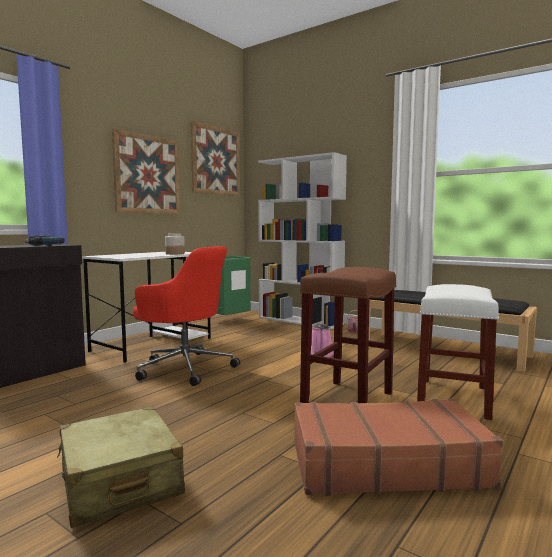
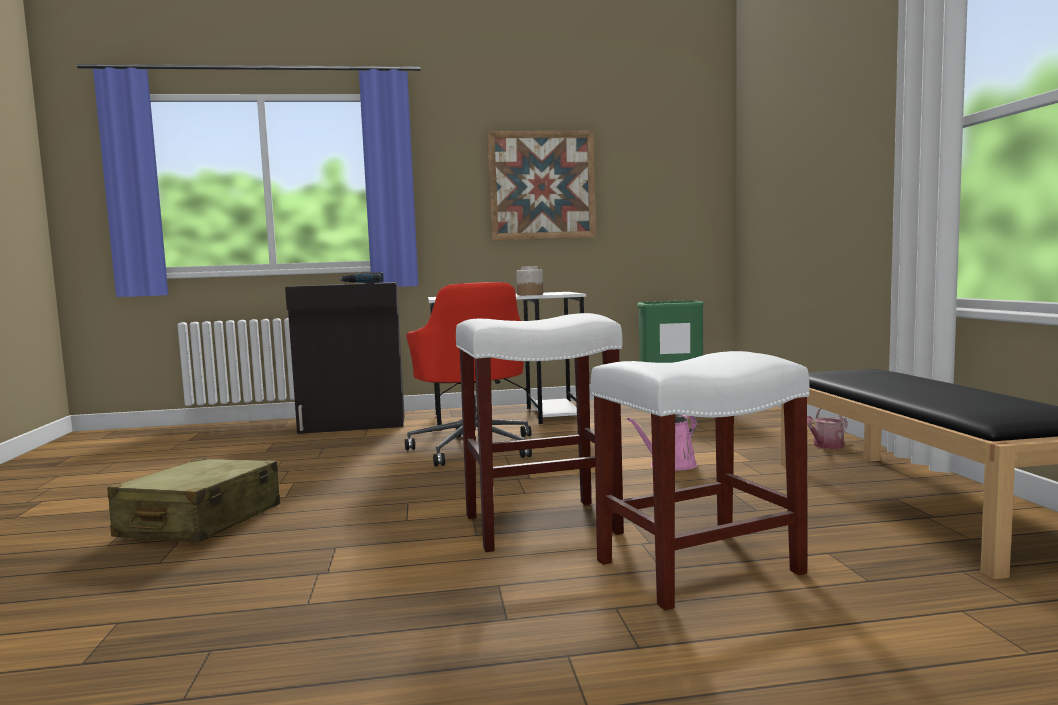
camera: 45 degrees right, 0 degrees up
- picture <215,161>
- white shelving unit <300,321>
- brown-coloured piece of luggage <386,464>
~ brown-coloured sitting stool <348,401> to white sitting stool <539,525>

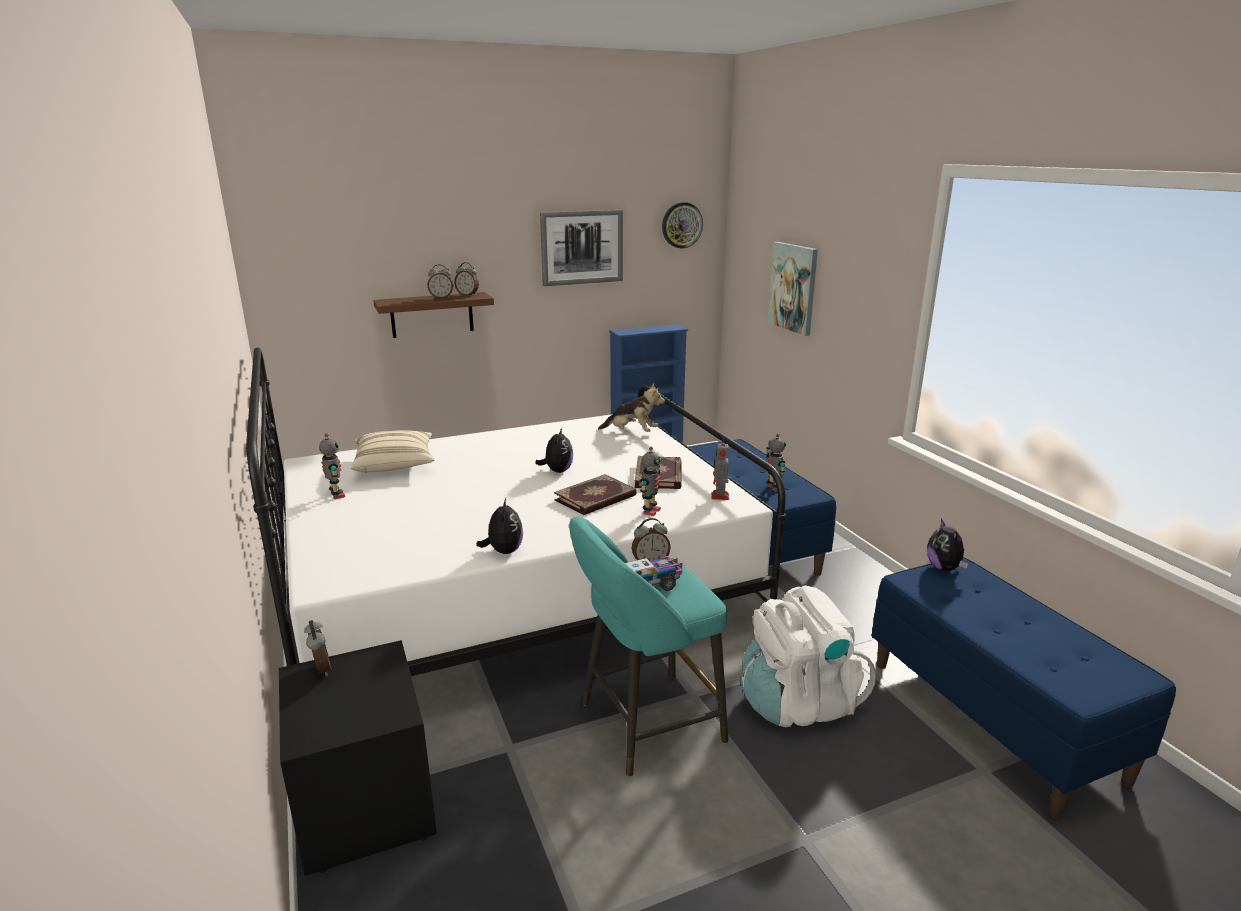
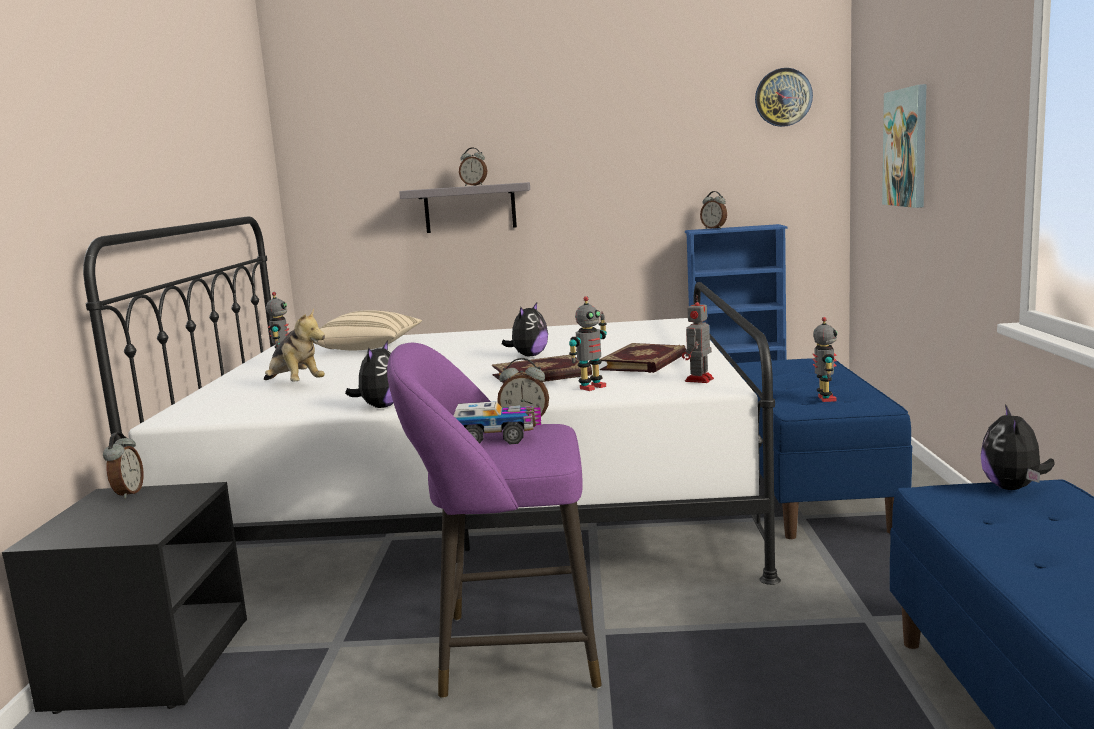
camera: 25 degrees right, 10 degrees down
~ brown-coloured bracket shelf <432,315> to grey bracket shelf <470,208>
~ table clock <467,295> to <714,228>
- picture <582,247>
~ turquoise sitting stool <644,725> to purplish sitting stool <508,651>
~ soft toy <632,432> to <295,385>
- white knapsack <798,703>

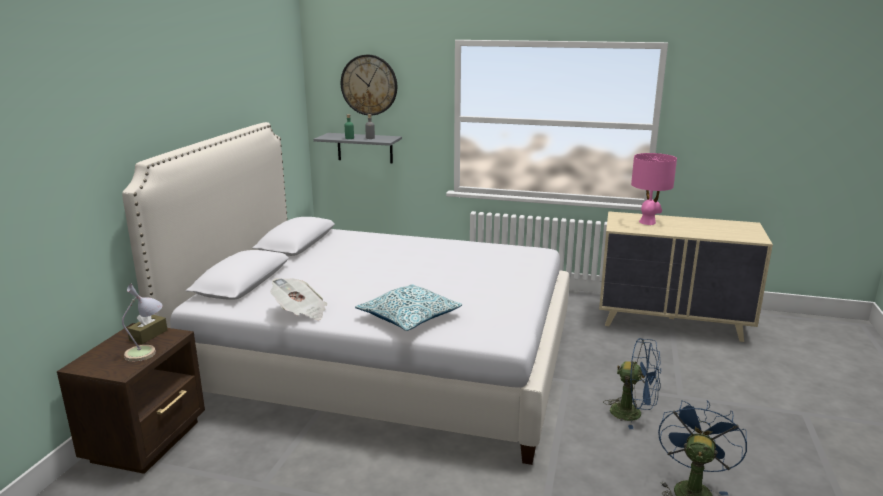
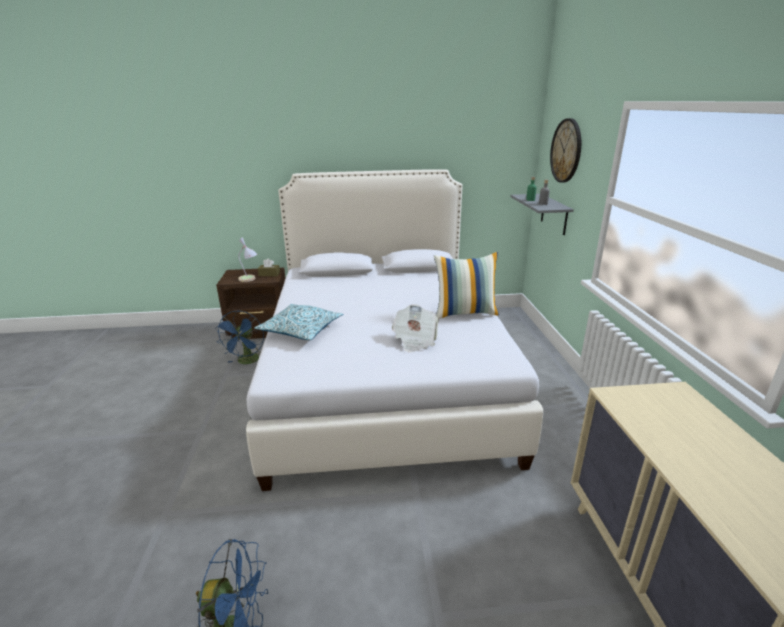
camera: 70 degrees right, 5 degrees up
~ daily paper <301,312> to <415,340>
~ blue-coloured fan <633,413> to <247,362>
- pink table lamp <648,222>
+ pillow <465,313>

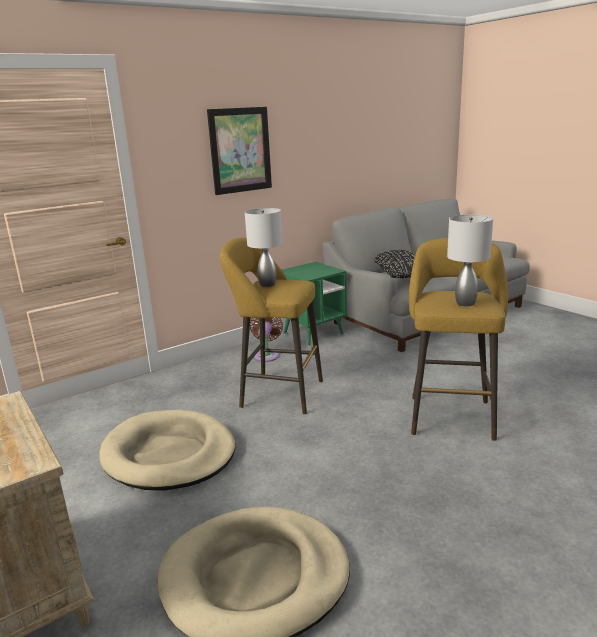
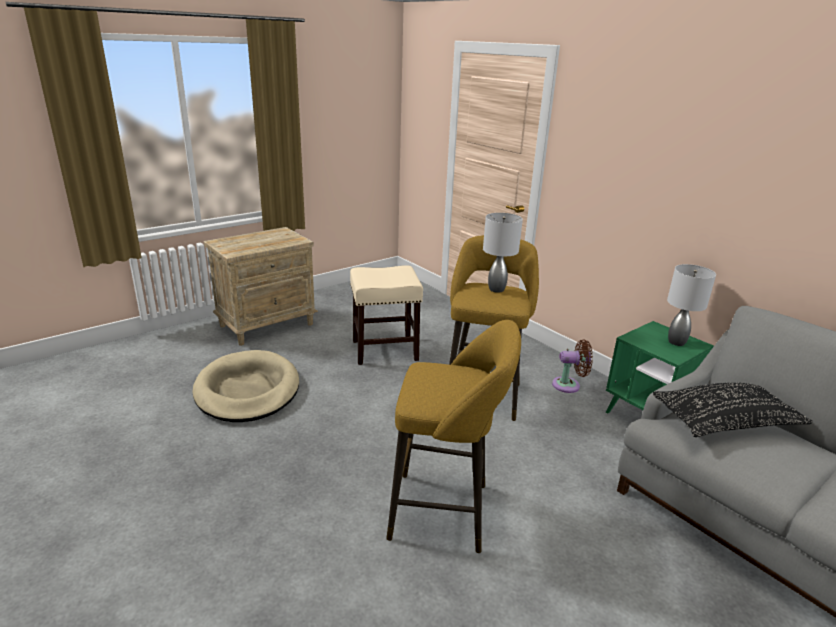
camera: 85 degrees right, 5 degrees up
~ sand-coloured dog bed <169,454> to sand-coloured sitting stool <384,350>
- picture <240,150>
~ grey table lamp <464,303> to <677,342>

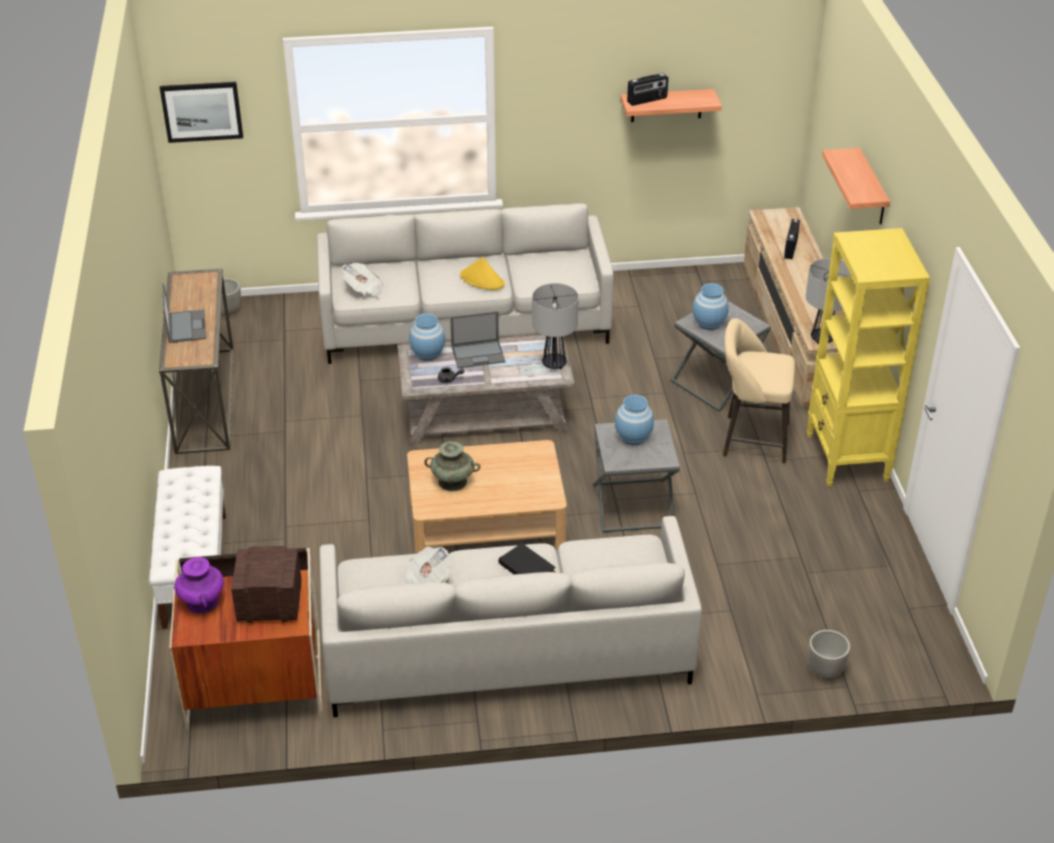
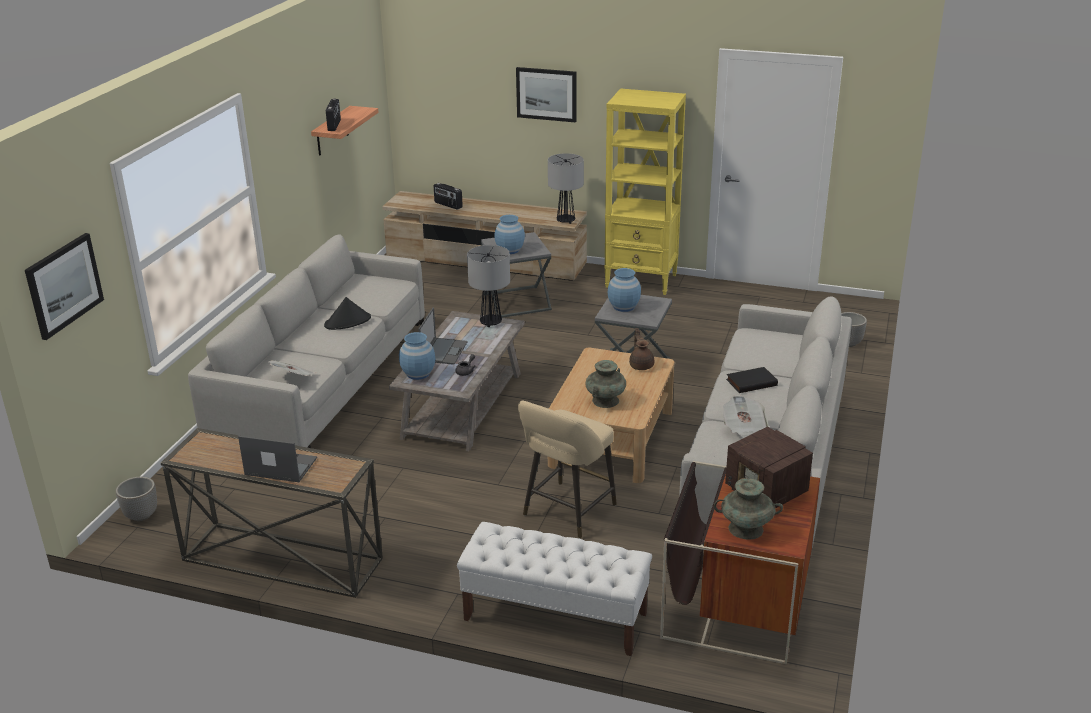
camera: 65 degrees left, 10 degrees down
~ purplish vase <202,602> to turquoise vase <746,529>
~ radio <268,603> = <766,491> 60 degrees counterclockwise
~ yellow-coloured hat <482,280> to black-coloured hat <348,322>
~ sand-coloured sitting stool <751,439> to <566,513>
~ bracket shelf <872,188> to picture <546,94>
+ brown-coloured pot for tea <641,365>

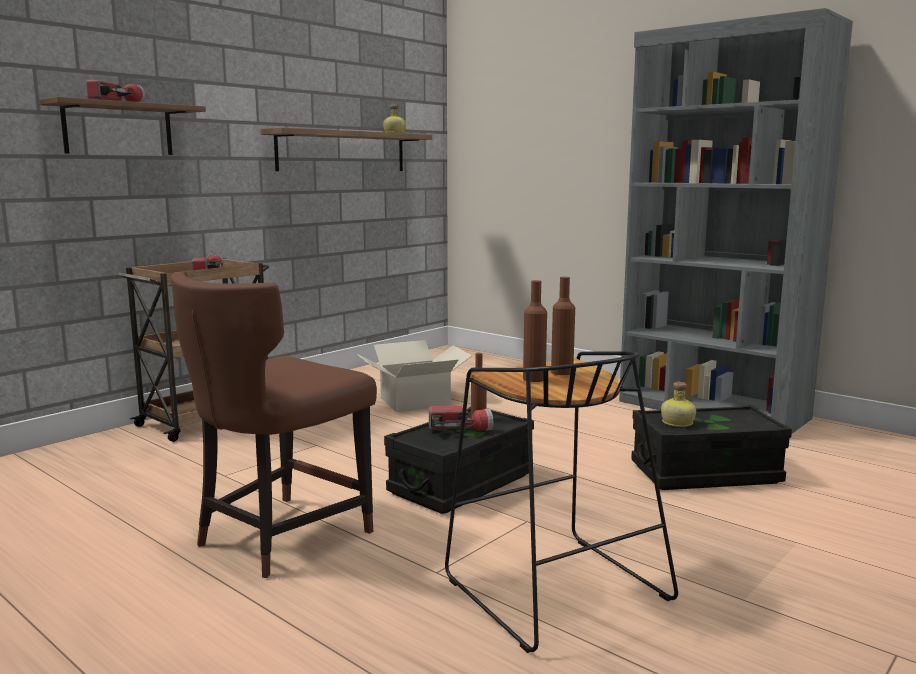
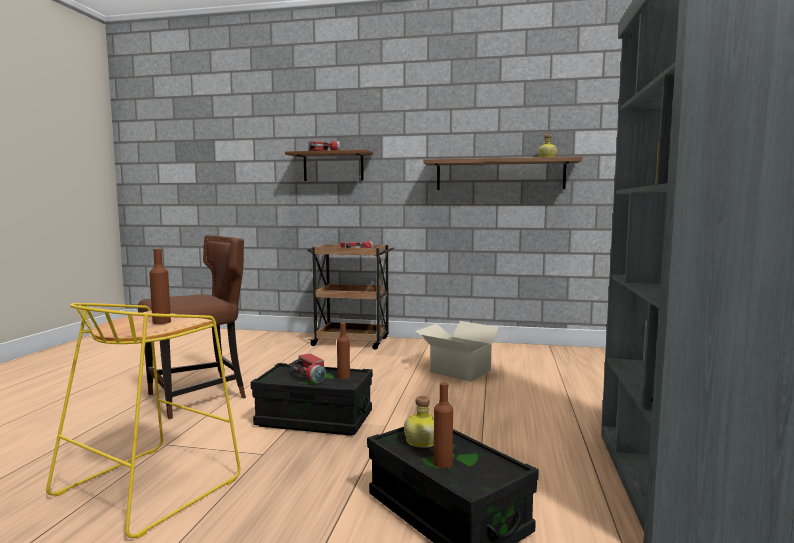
camera: 60 degrees right, 5 degrees down
~ brown-coloured upright chair <279,537> = <199,397> 135 degrees clockwise
~ black-coloured sitting stool <552,588> to yellow-coloured sitting stool <150,485>
~ brown-coloured beverage bottle <534,379> to <443,463>

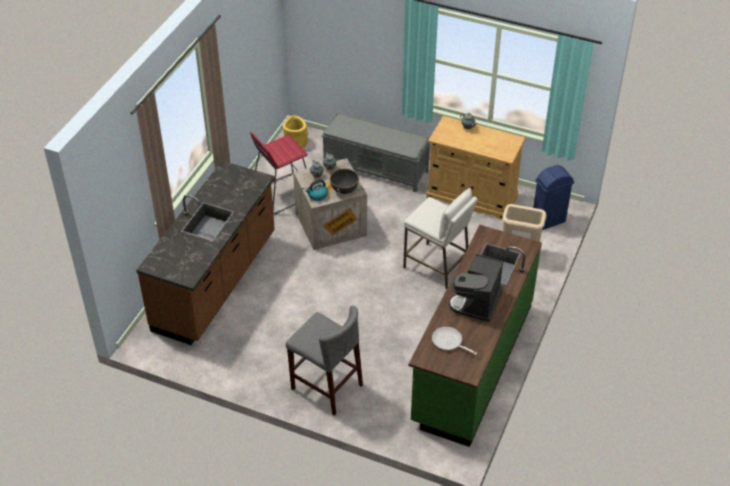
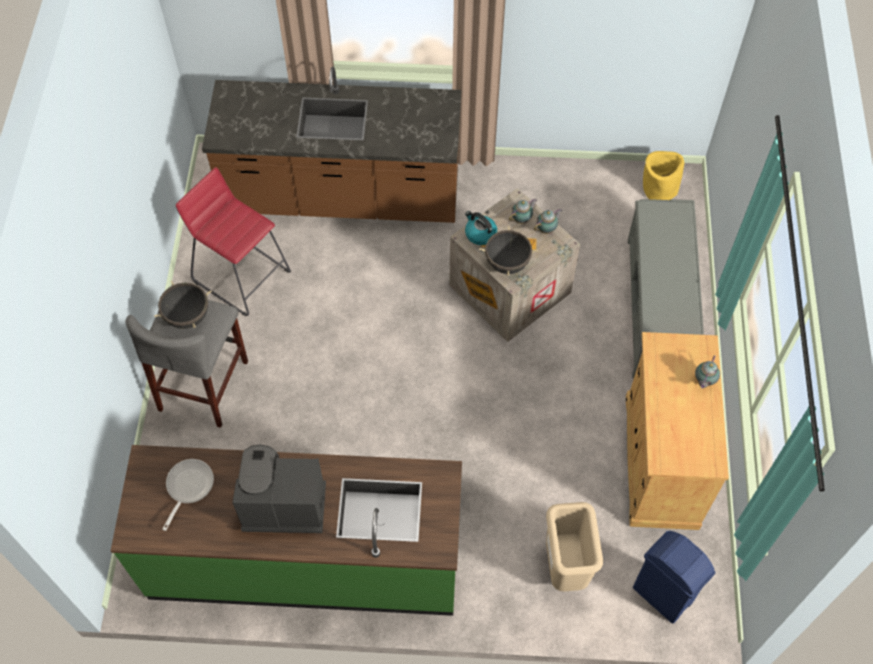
camera: 70 degrees right, 15 degrees up
~ reddish sitting stool <282,194> to <242,275>
- white sitting stool <437,266>
+ black-coloured saucepot <188,317>

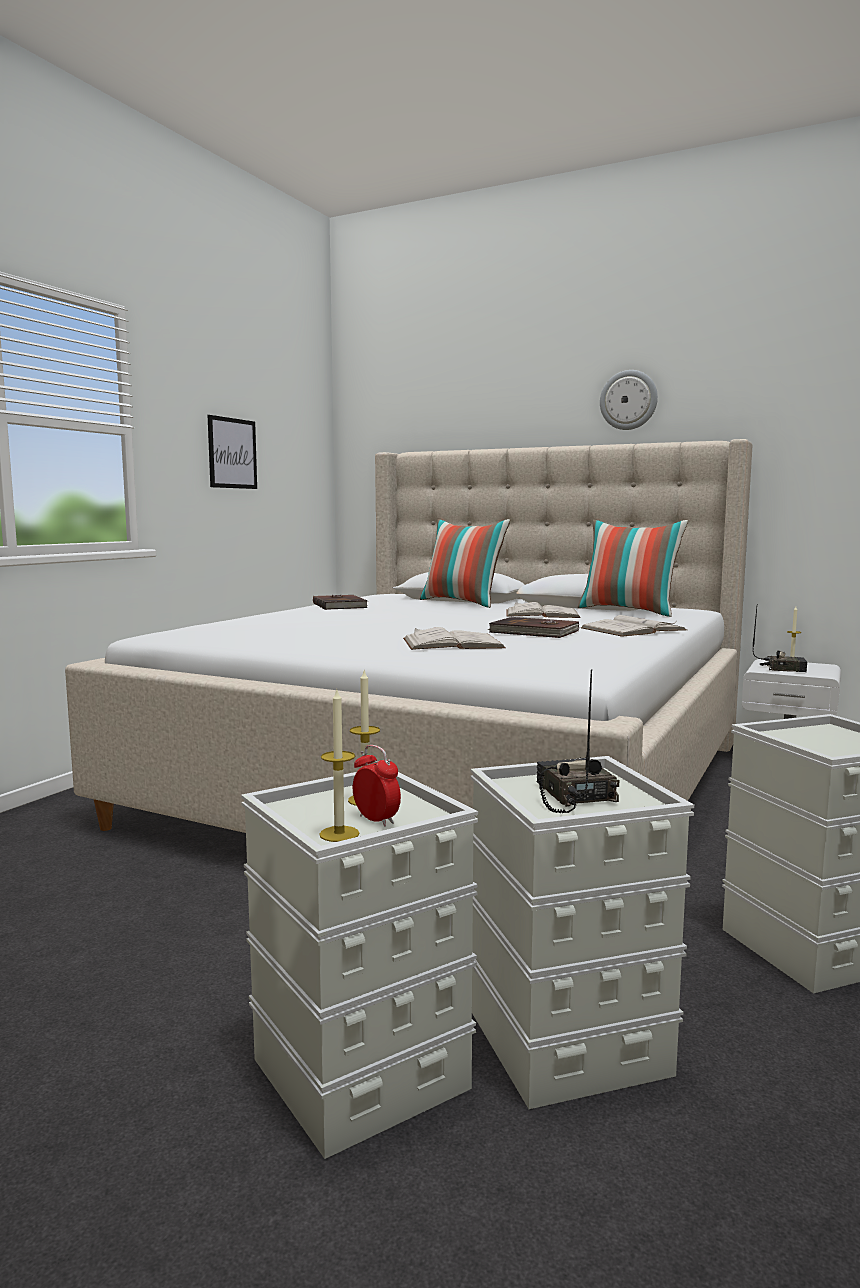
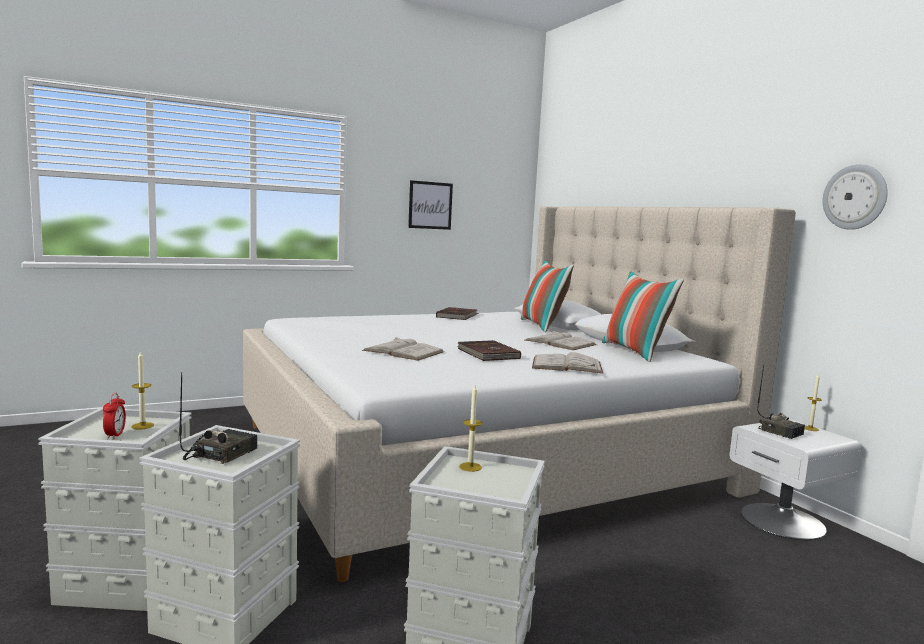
camera: 35 degrees right, 0 degrees up
~ wax candle <339,834> to <470,467>
~ hanging clock <628,400> to <855,197>

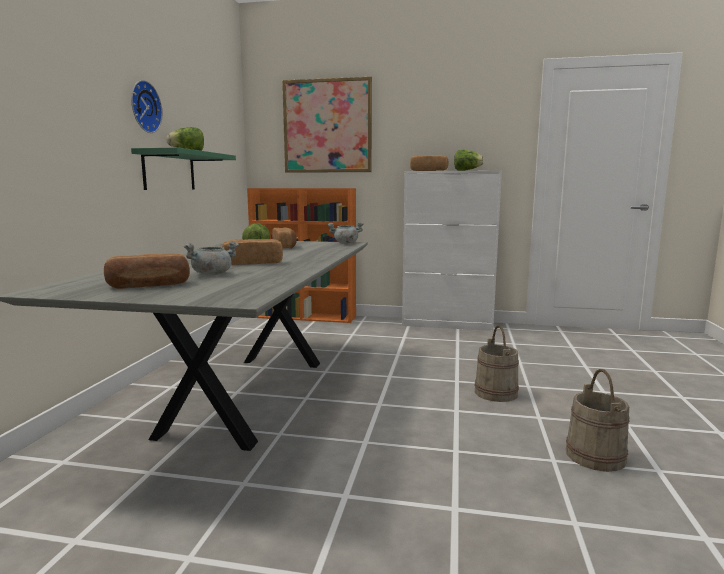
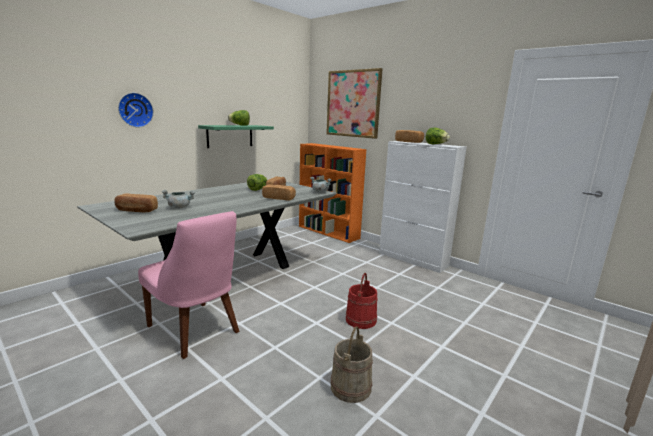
camera: 30 degrees right, 5 degrees up
~ hanging clock <143,107> to <135,110>
~ bread <253,263> to <279,198>
~ sand-coloured bucket <496,393> to reddish bucket <361,320>
+ pink upright chair <196,330>

